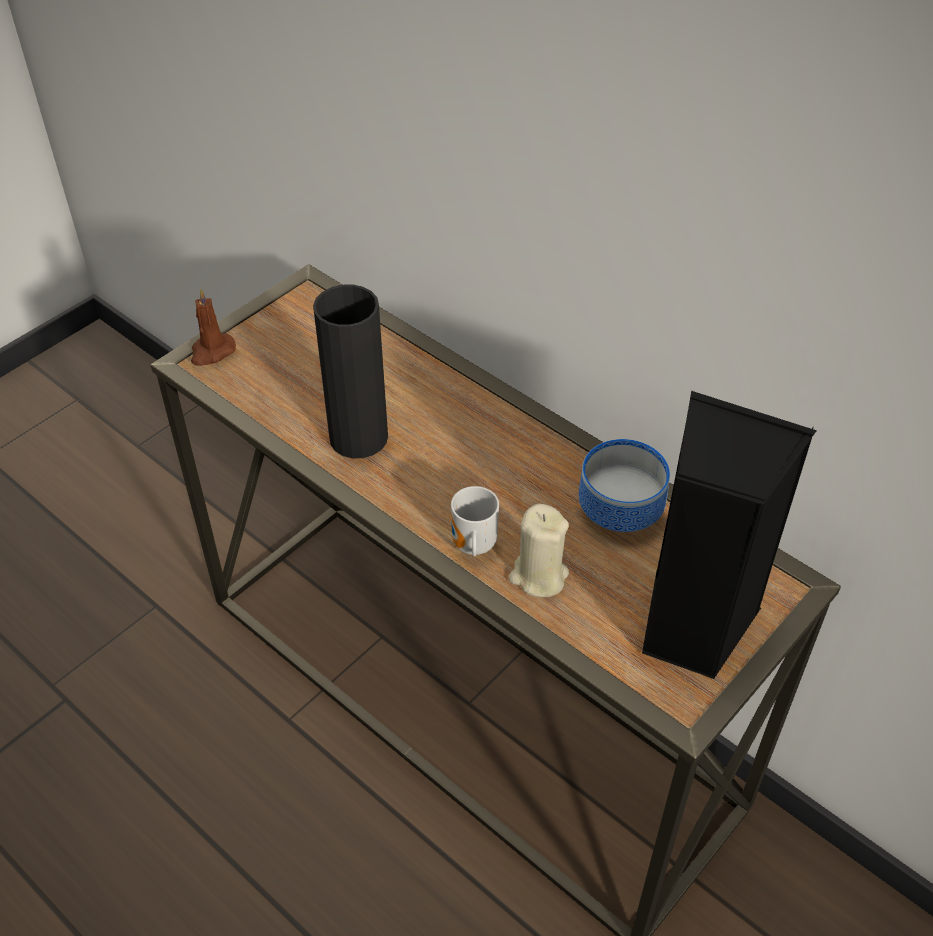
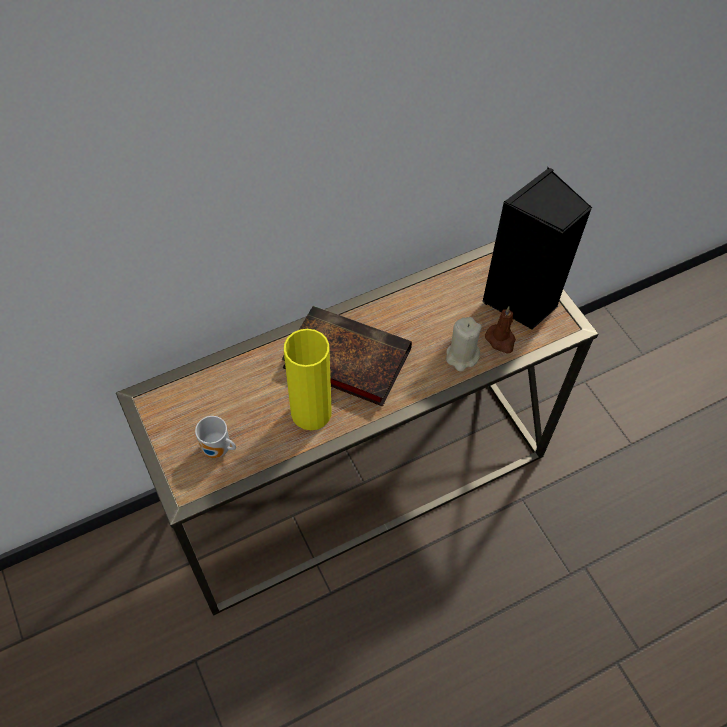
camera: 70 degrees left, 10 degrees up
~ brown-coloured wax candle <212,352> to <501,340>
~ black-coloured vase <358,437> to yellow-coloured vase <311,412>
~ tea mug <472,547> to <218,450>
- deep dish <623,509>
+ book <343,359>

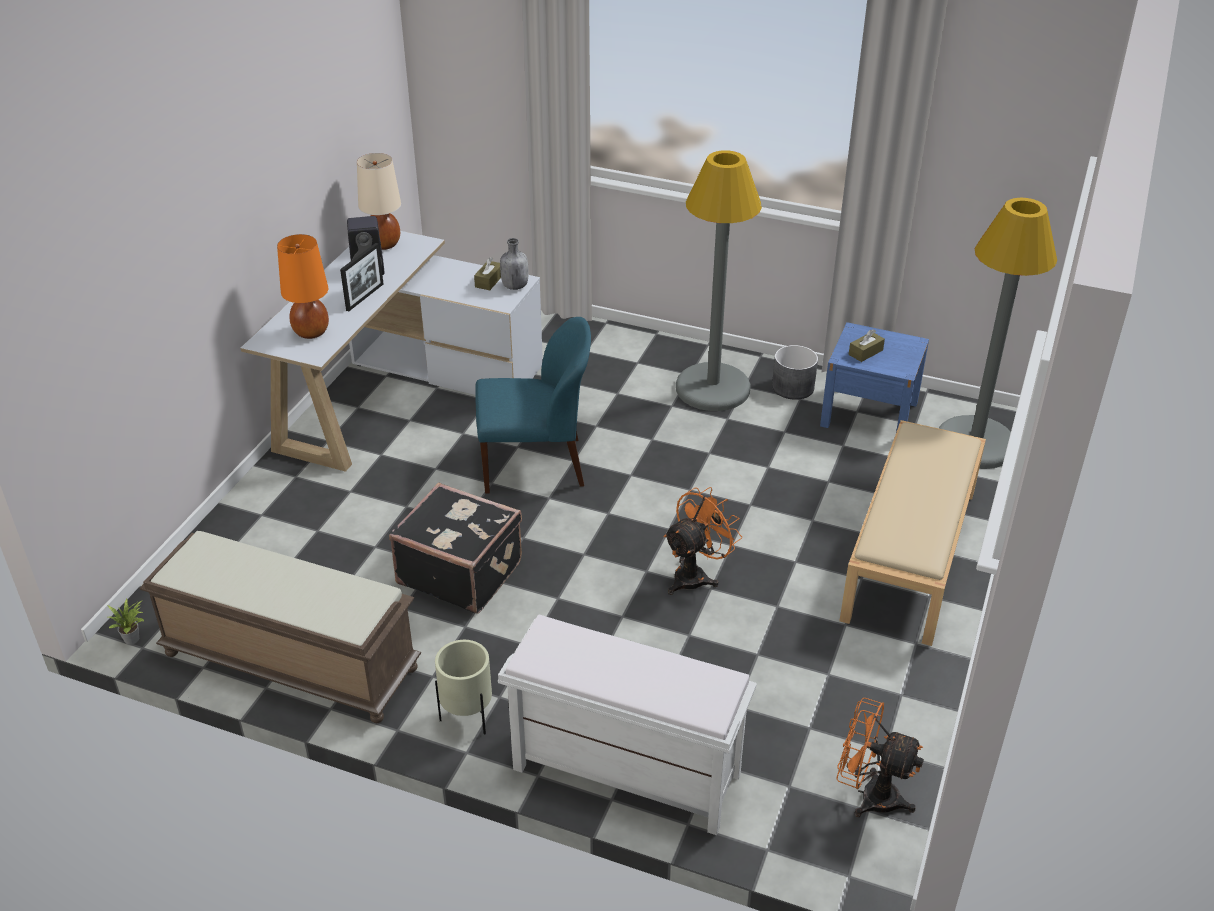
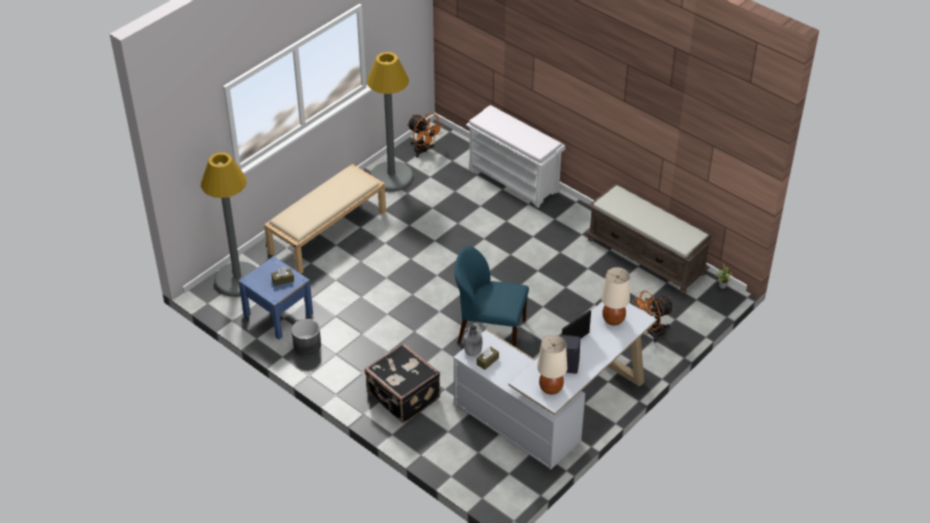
camera: 160 degrees left, 5 degrees up
~ orange table lamp <311,332> to sand-coloured table lamp <613,319>
~ black-coloured piece of luggage <460,571> to <402,397>
- sand-coloured planter <468,718>
~ orange fan <696,575> to <650,332>
~ grey standard lamp <713,388> to <391,177>

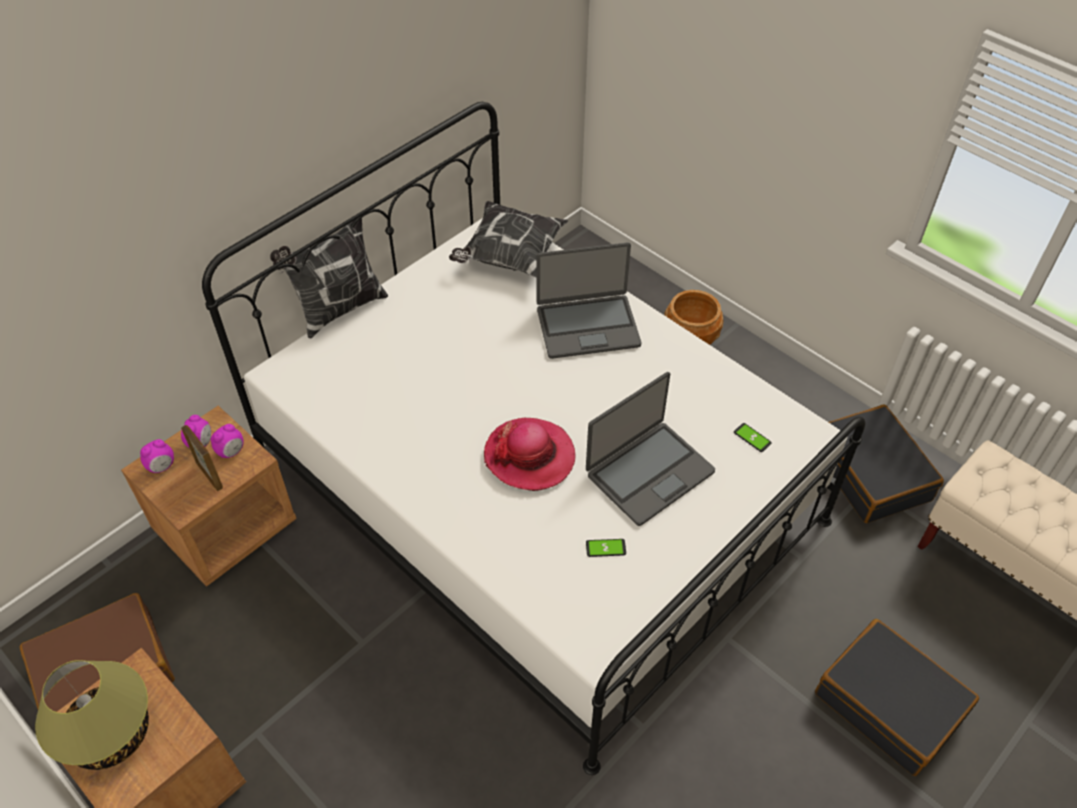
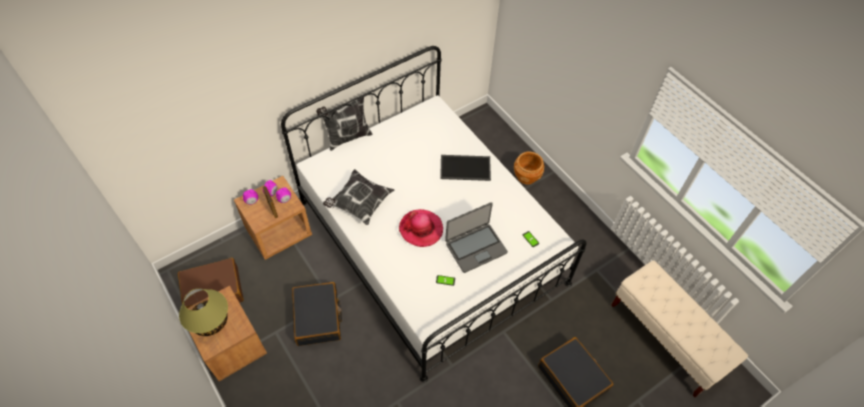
camera: 10 degrees right, 5 degrees up
~ pillow <509,256> to <359,203>
~ portable computer <587,326> to tray <466,167>
~ black-coloured piece of luggage <871,473> to <318,317>

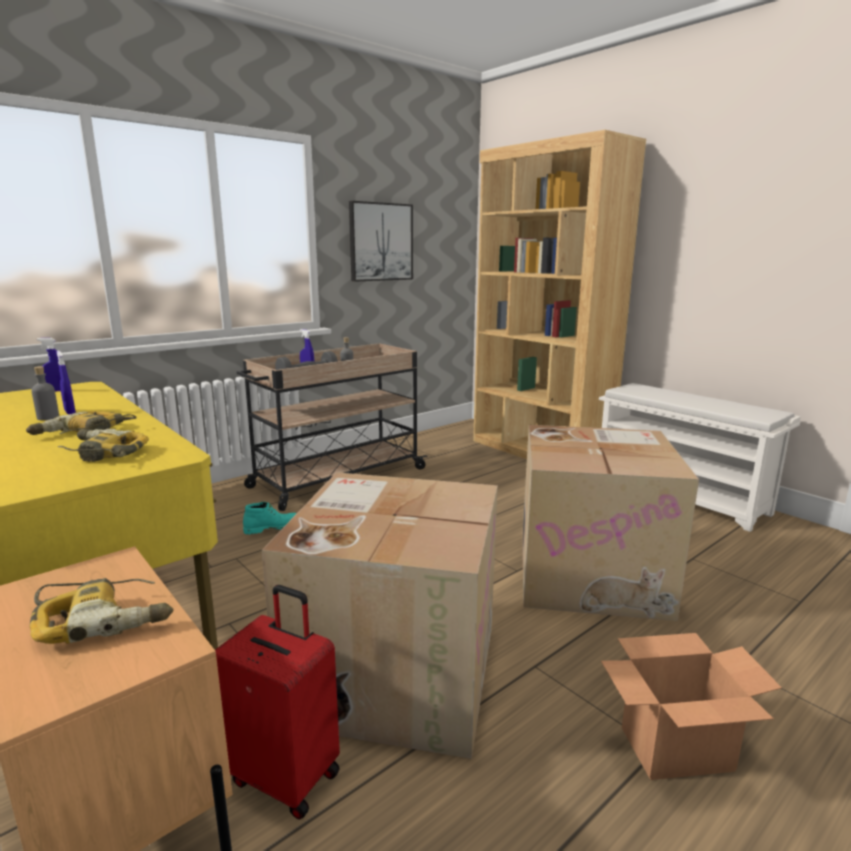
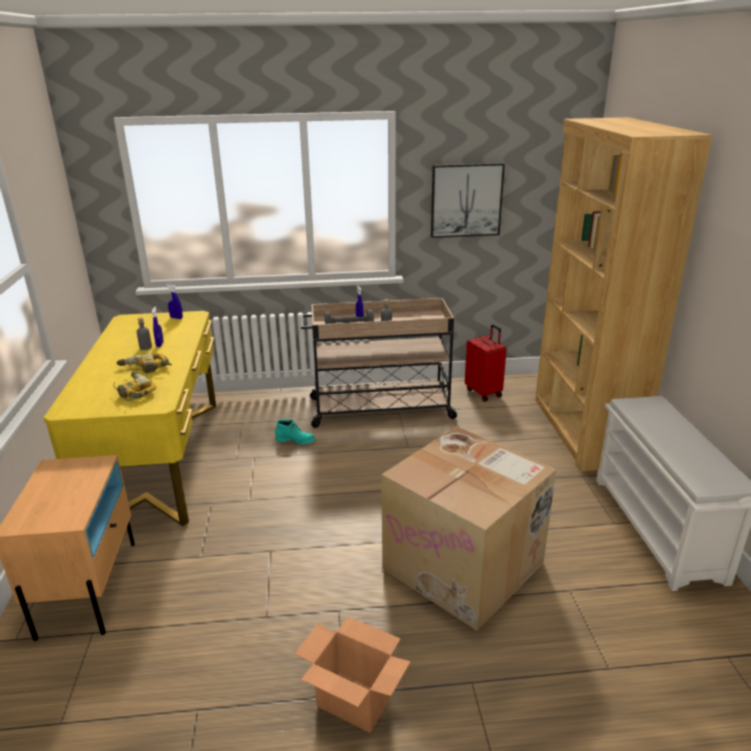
camera: 35 degrees right, 10 degrees up
- electric drill <104,618>
~ reddish piece of luggage <286,775> to <484,392>
- packing box <393,670>

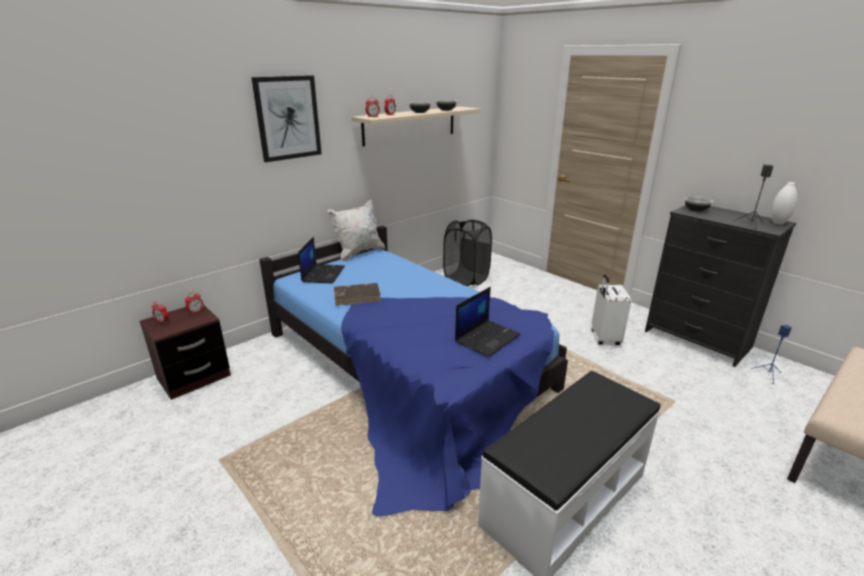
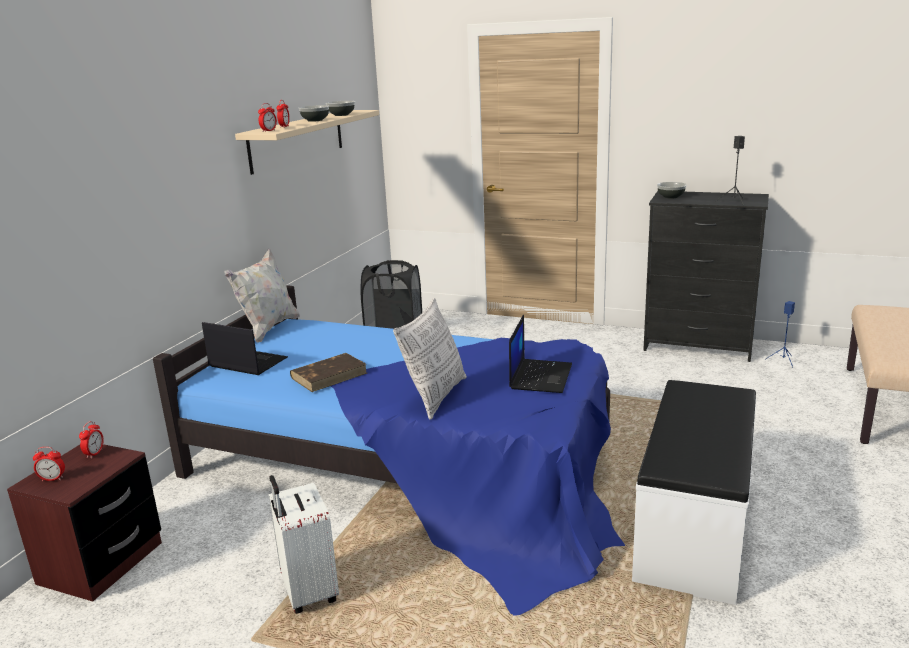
camera: 25 degrees left, 5 degrees down
- picture <288,118>
~ portable computer <323,274> = <247,363> 45 degrees counterclockwise
~ white piece of luggage <604,338> to <307,593>
- white vase <778,223>
+ pillow <436,396>

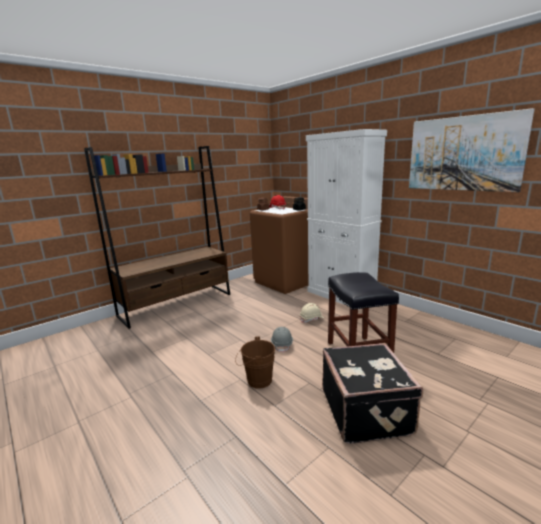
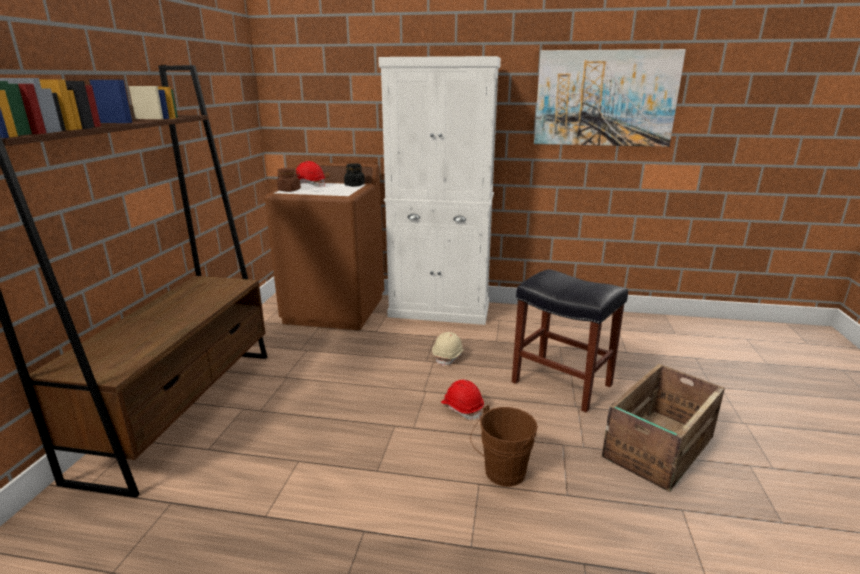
camera: 40 degrees left, 5 degrees up
~ grey work helmet <282,345> to reddish work helmet <462,408>
~ black-coloured piece of luggage <367,411> to packing crate <656,447>

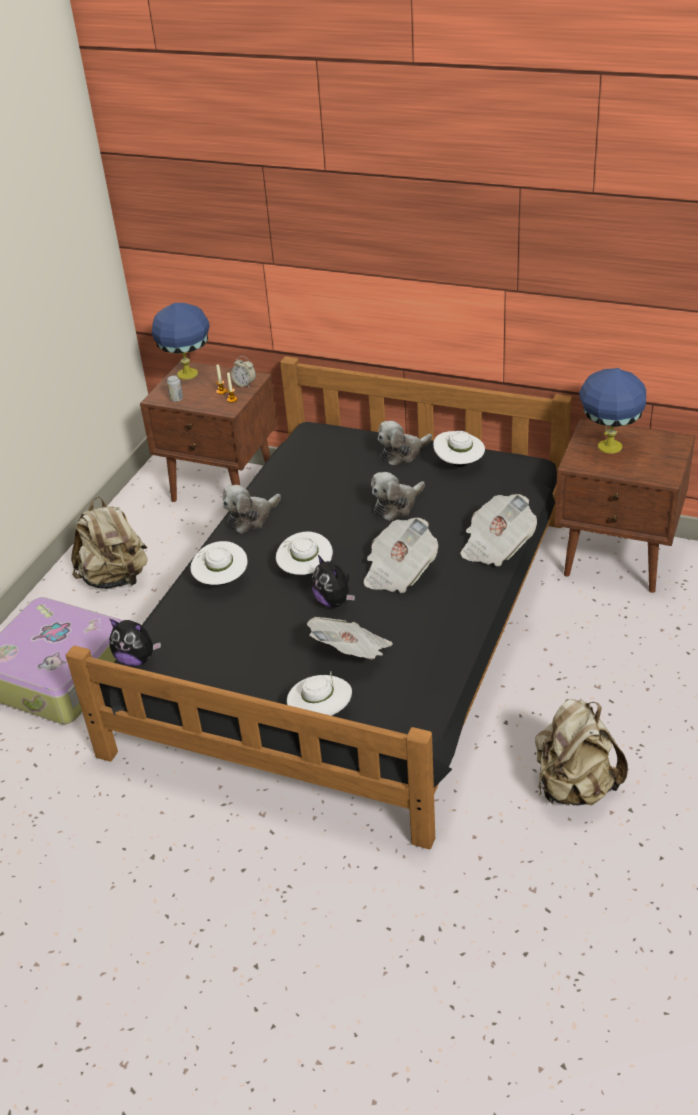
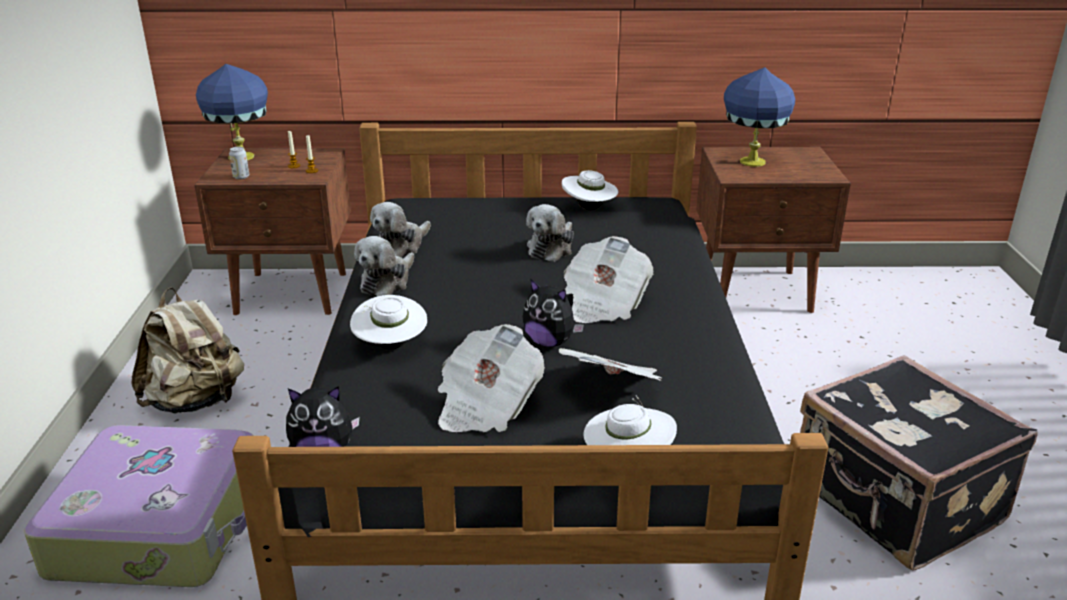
camera: 25 degrees left, 10 degrees down
- table clock <244,384>
- white hat <305,571>
~ soft toy <402,454> to <401,246>
~ daily paper <496,546> to <486,405>
~ sand-coloured knapsack <574,787> to black-coloured piece of luggage <894,503>

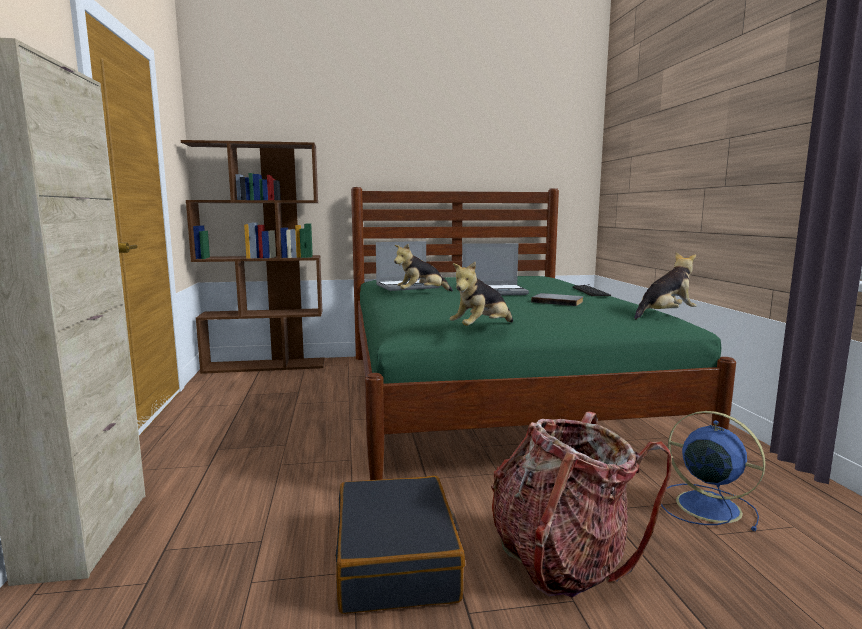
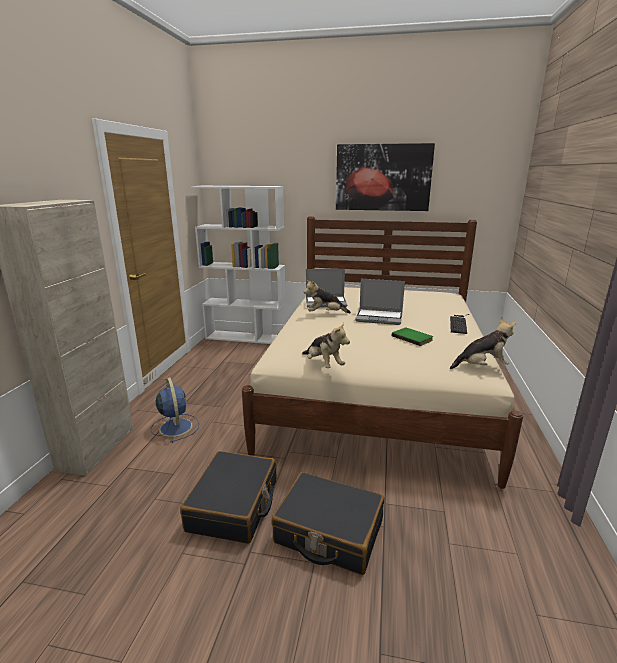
camera: 20 degrees right, 10 degrees up
~ brown-coloured shelving unit <265,366> to white shelving unit <246,337>
~ green bed <490,398> to sand-coloured bed <376,390>
~ soft toy <481,329> = <323,364> 105 degrees counterclockwise
~ knapsack <562,559> to black-coloured piece of luggage <328,532>
~ grey book <558,301> to green book <413,338>
~ blue-coloured fan <705,505> to <175,426>
+ picture <383,177>

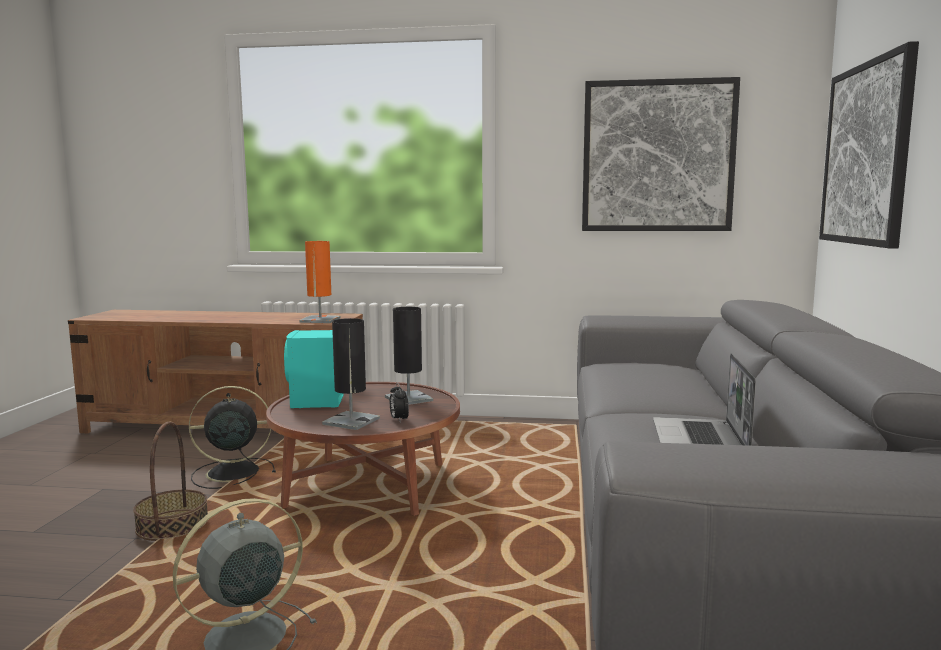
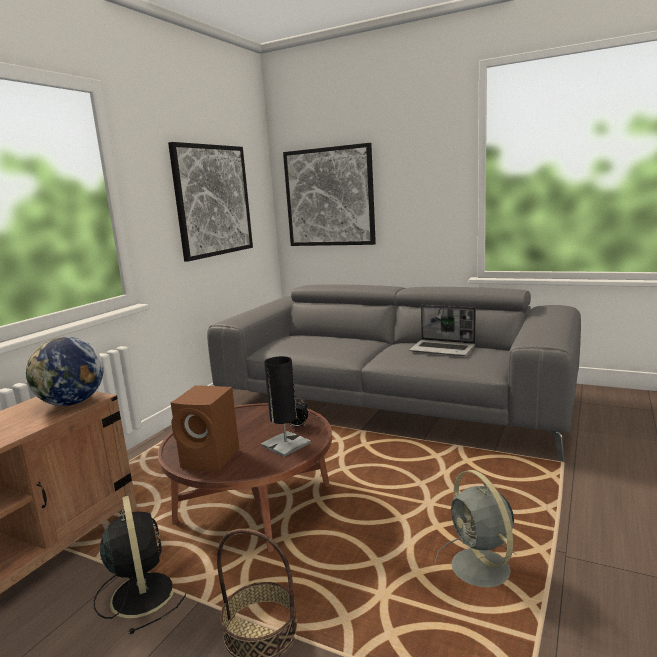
camera: 70 degrees left, 5 degrees up
~ black-coloured fan <231,472> = <142,592> 150 degrees clockwise
~ turquoise audio speaker <316,403> to brown-coloured audio speaker <212,459>
~ orange table lamp <320,320> to desk globe <72,403>
- black-coloured table lamp <408,399>

